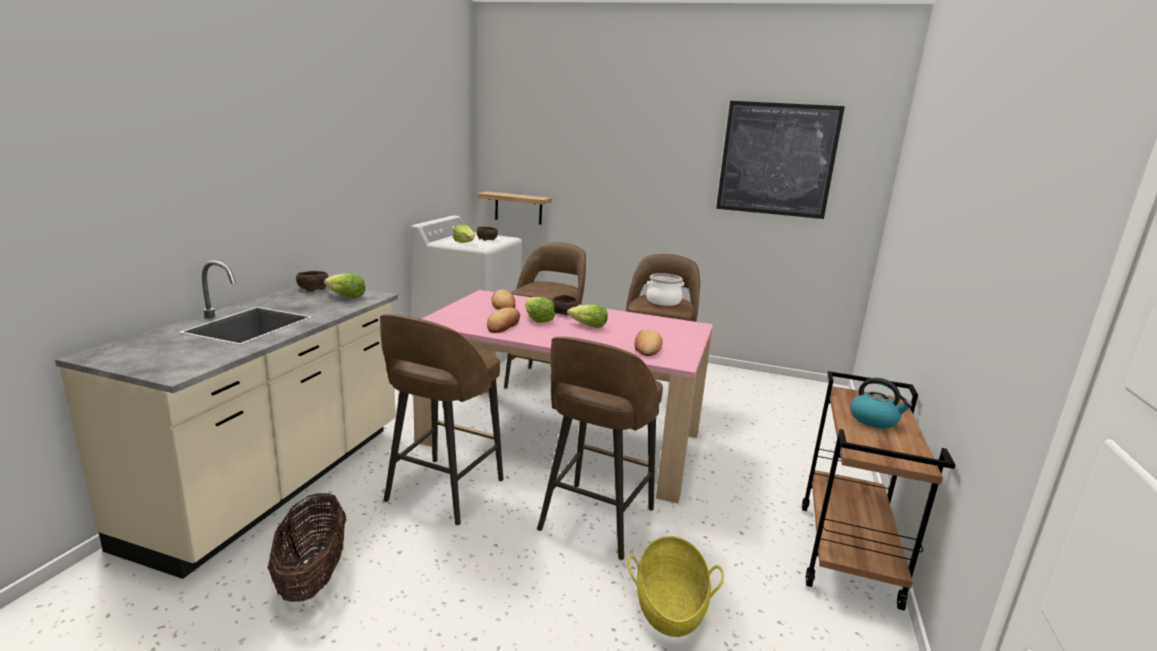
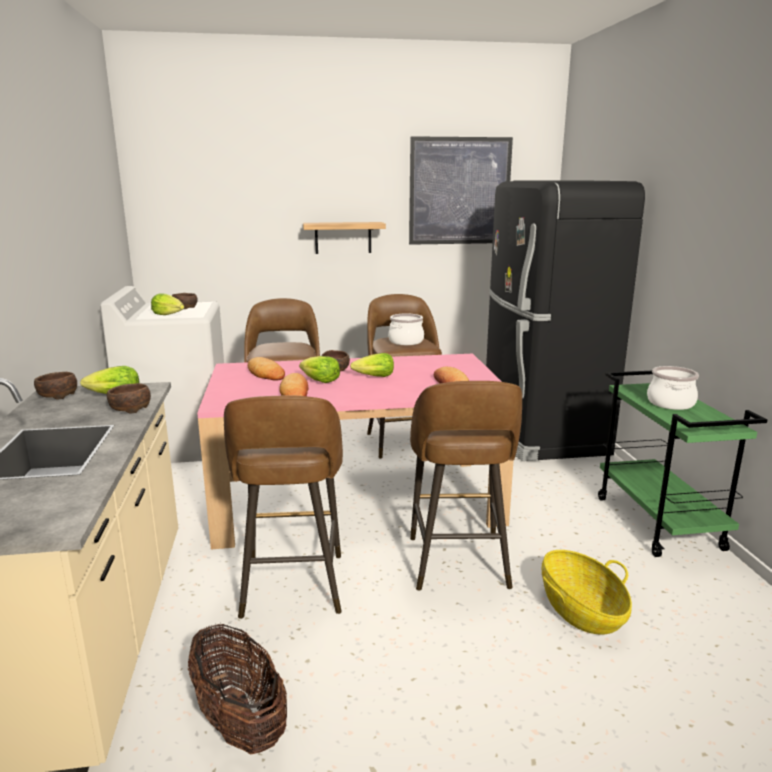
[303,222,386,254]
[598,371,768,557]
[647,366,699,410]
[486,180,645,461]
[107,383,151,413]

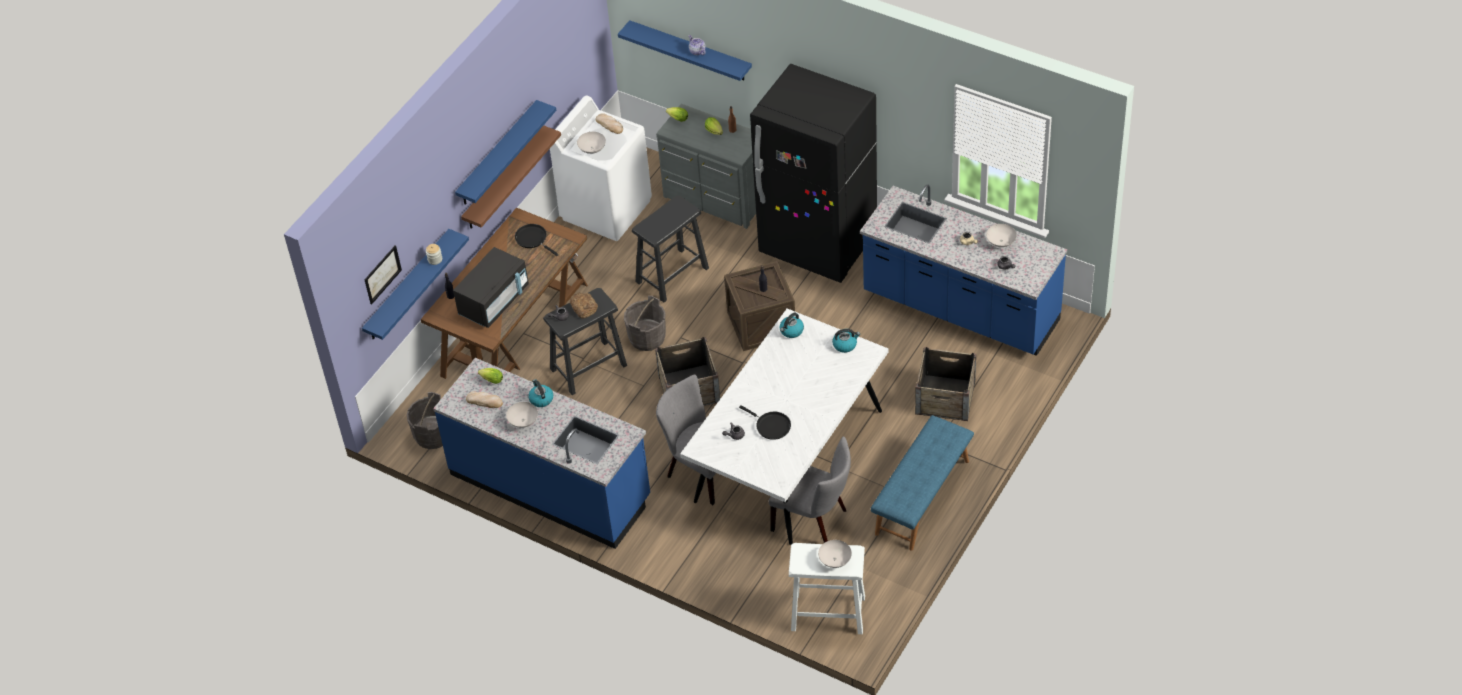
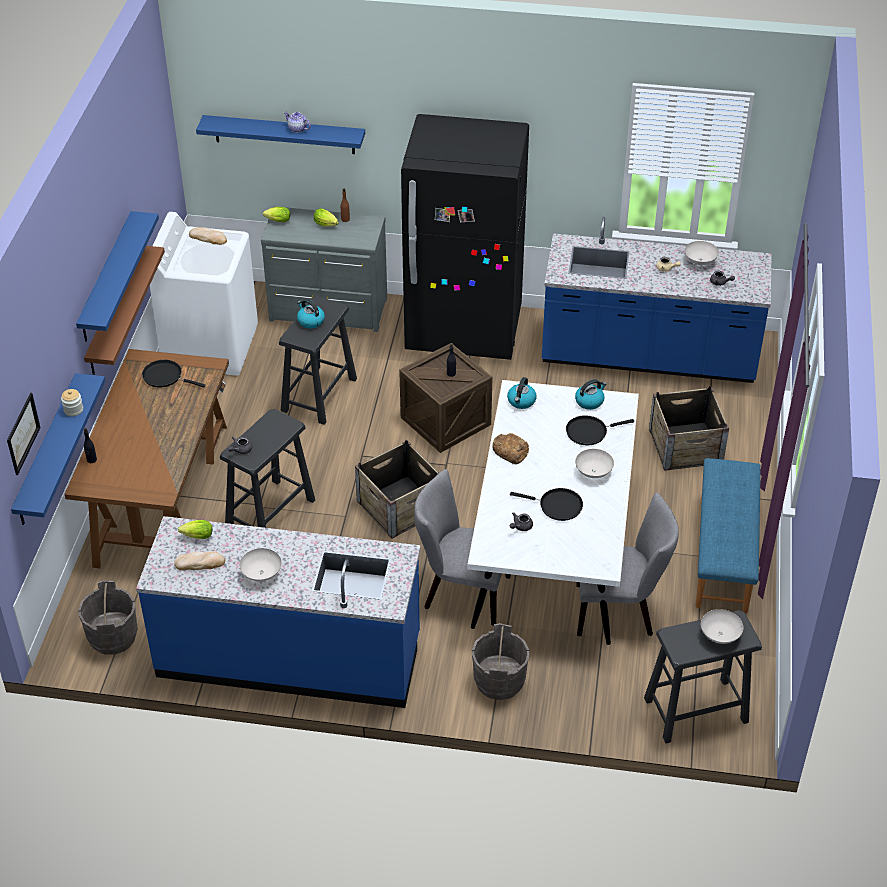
[575,449,614,478]
[453,247,529,328] (first image)
[492,433,529,464]
[472,623,529,700]
[297,299,325,328]
[644,610,762,744]
[566,415,634,445]

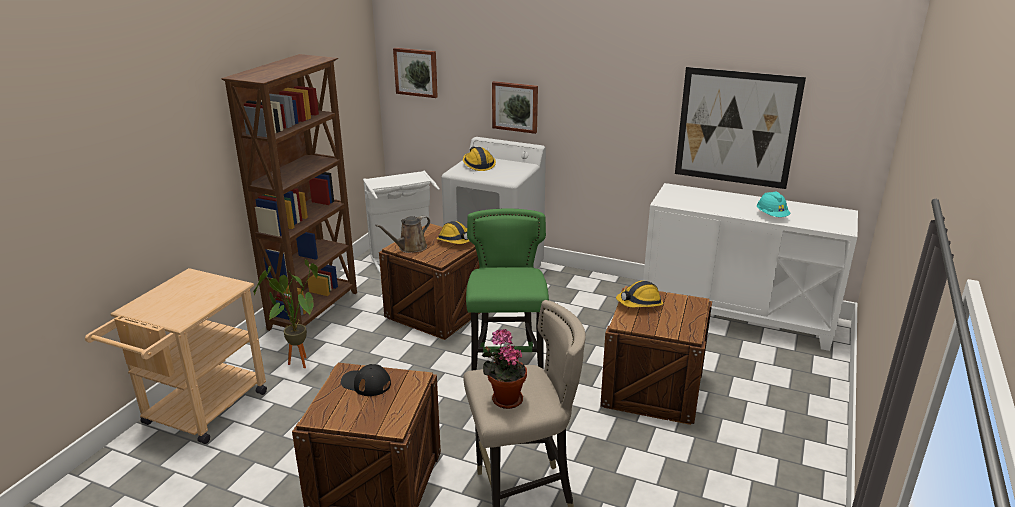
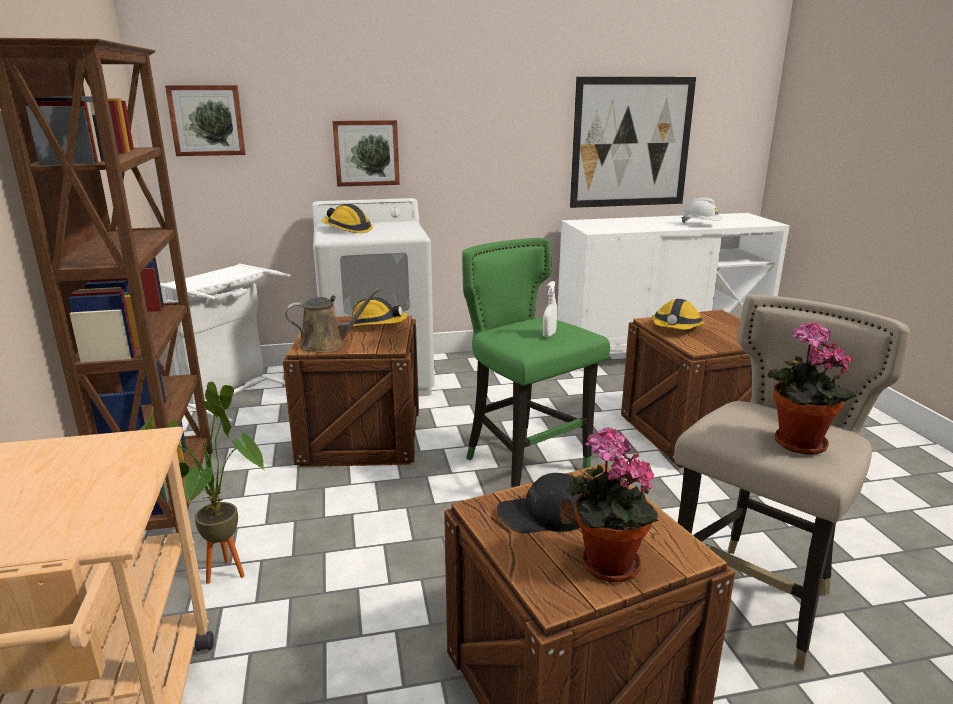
[681,197,723,223]
[285,288,381,353]
[543,281,557,337]
[566,427,658,582]

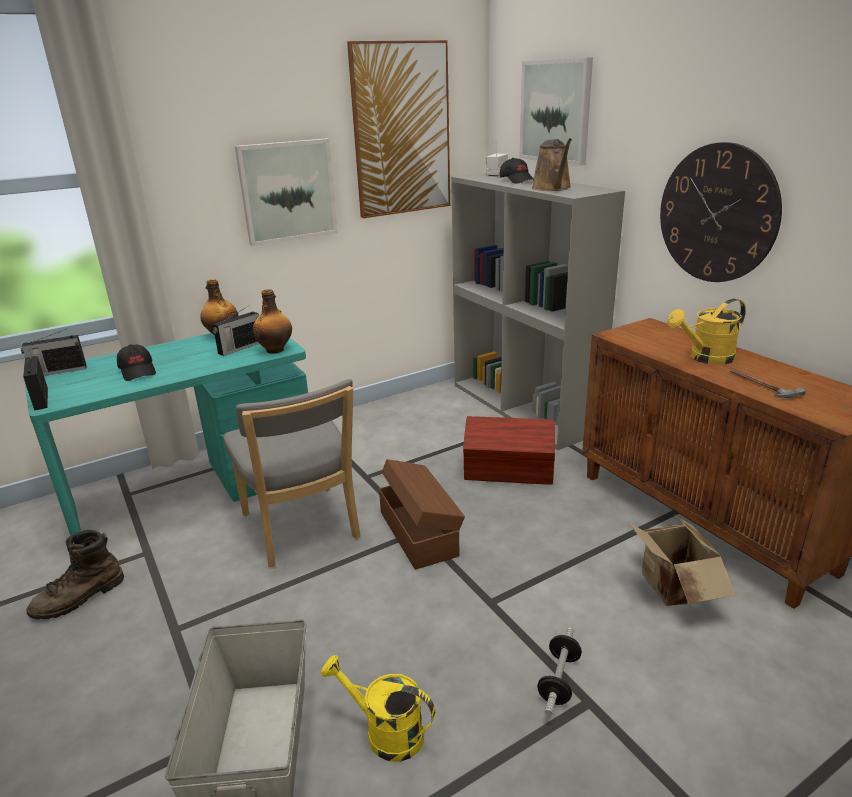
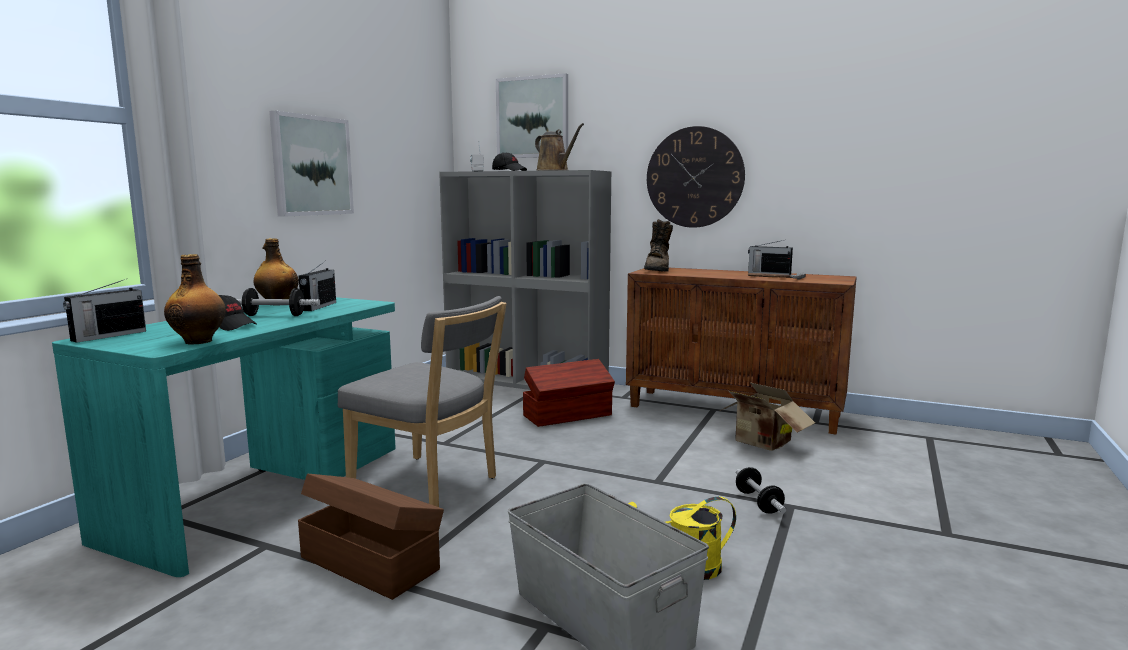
[347,40,450,218] (first image)
[164,254,226,345]
[667,299,746,365] (first image)
[748,240,793,275]
[298,474,444,600]
[644,219,673,272]
[237,288,320,316]

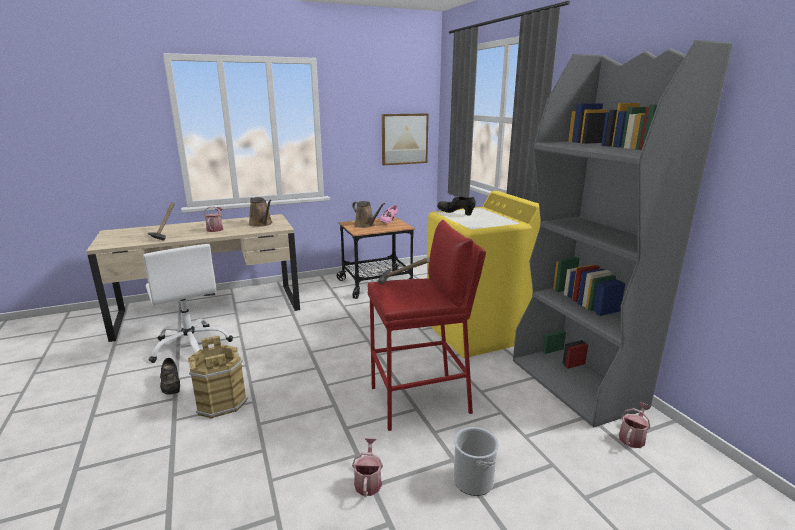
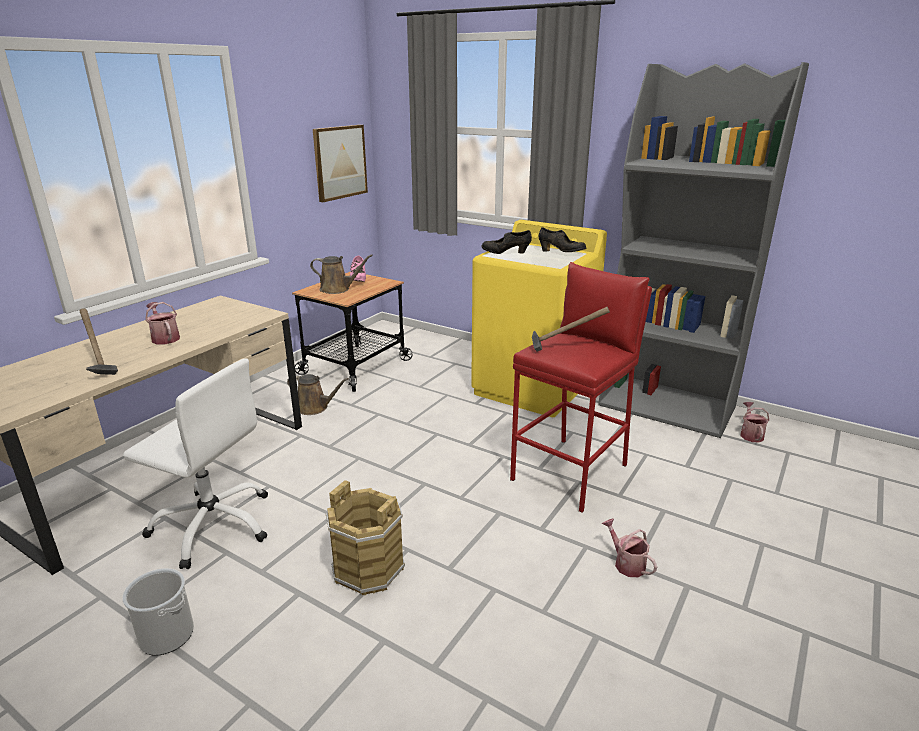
[287,374,349,415]
[539,227,586,252]
[122,568,194,656]

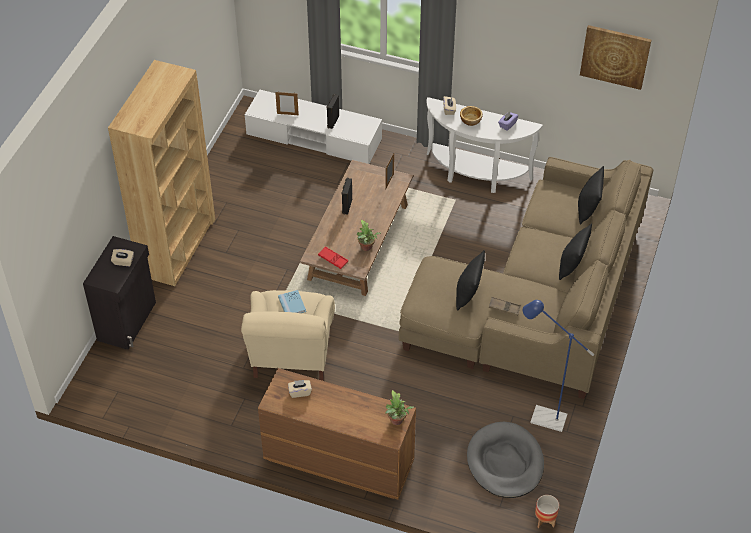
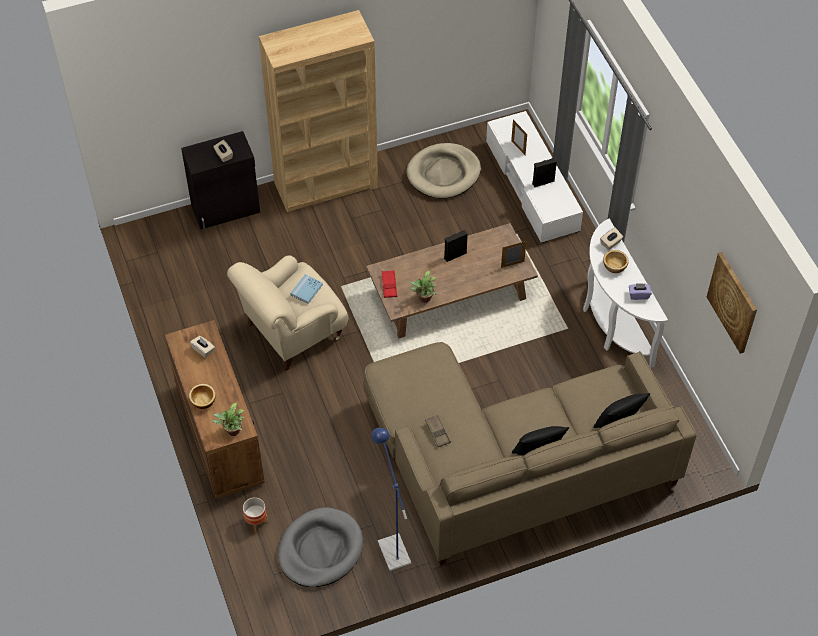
[456,250,485,311] (first image)
[243,497,268,532]
[407,143,481,199]
[189,384,216,409]

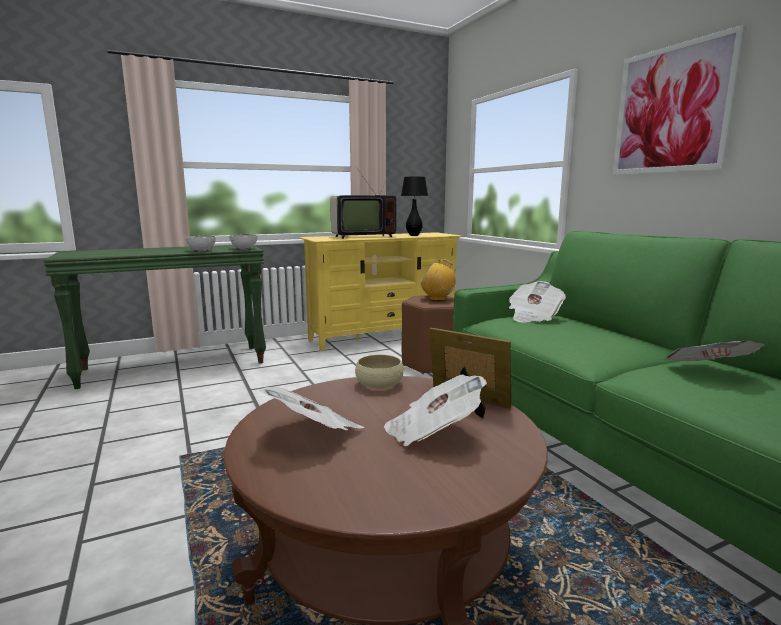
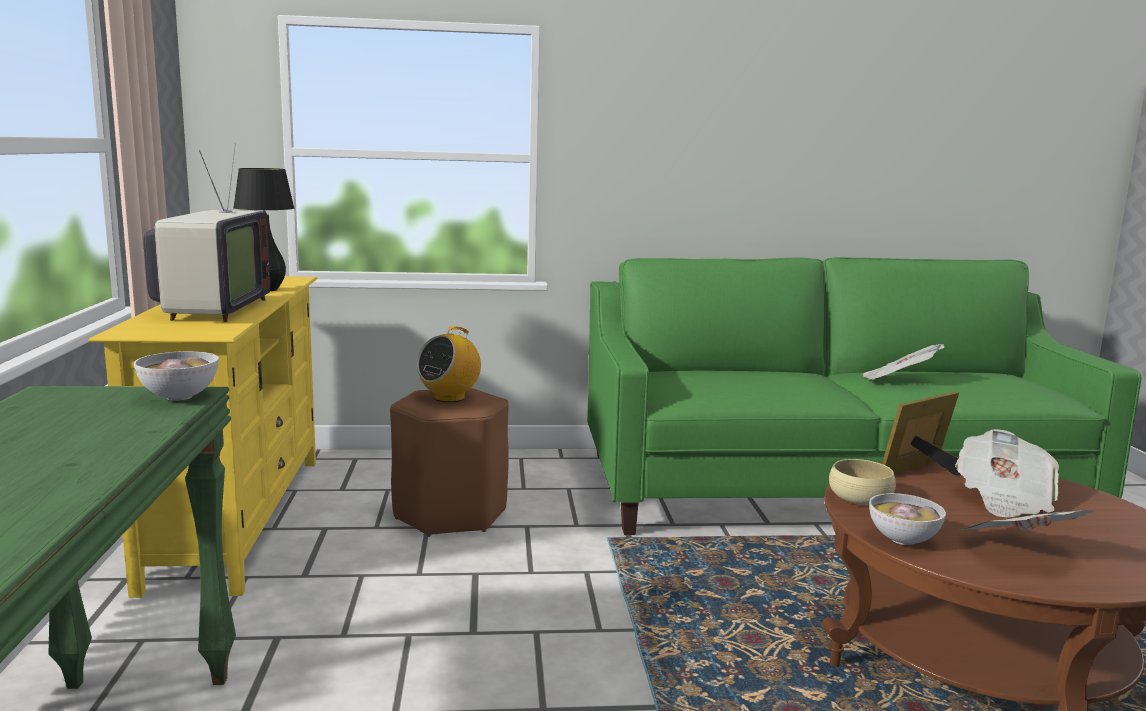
[613,24,746,175] (first image)
[869,493,946,545]
[509,281,566,322] (first image)

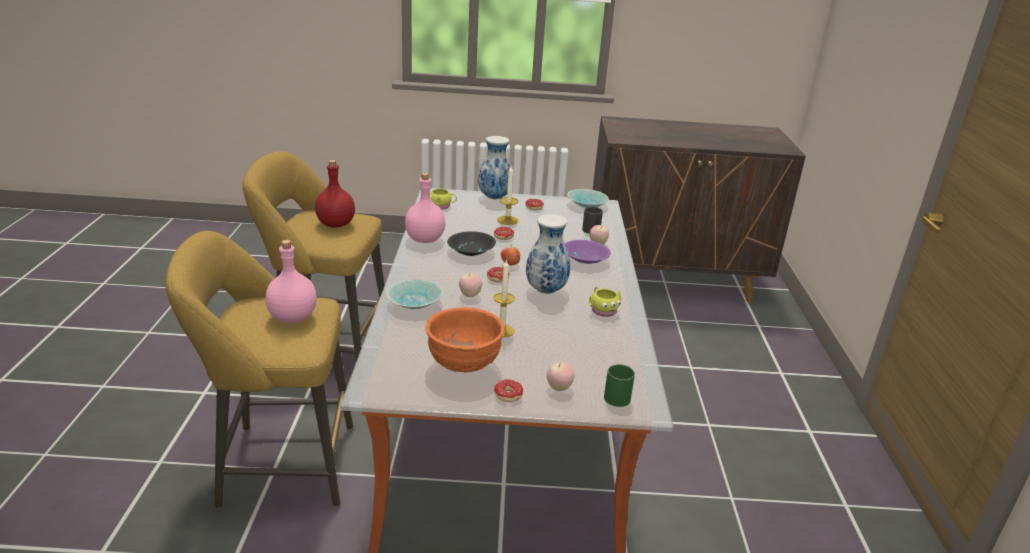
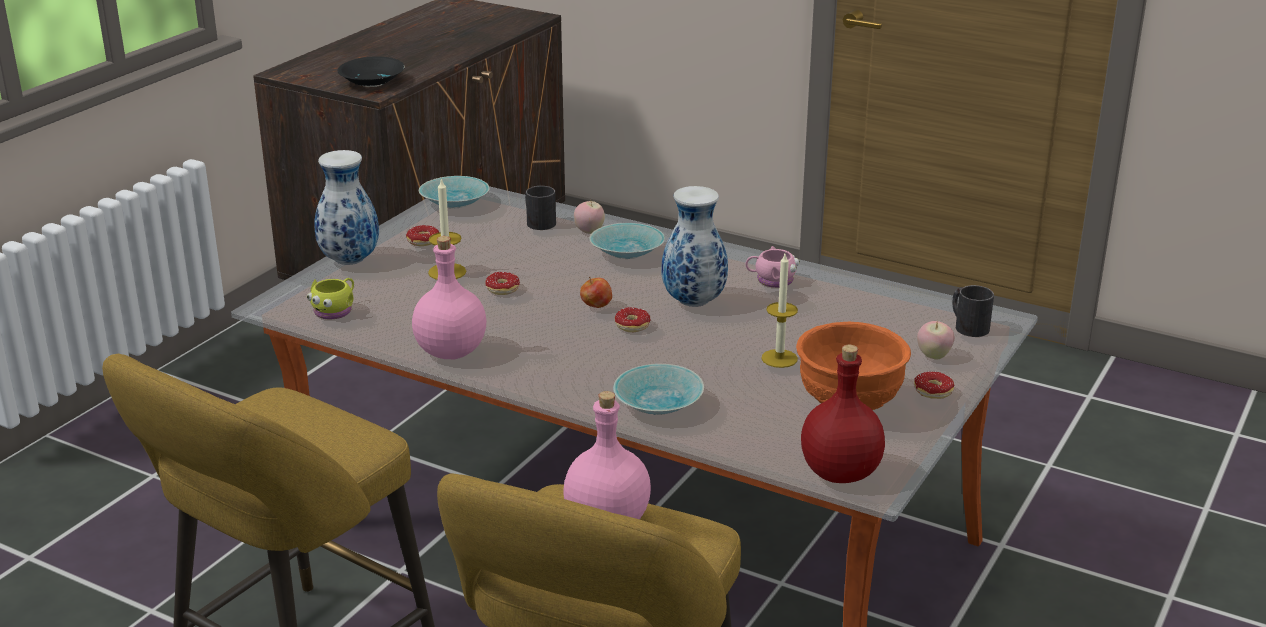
[801,345,885,483]
[338,56,405,87]
[589,223,665,259]
[459,272,482,297] (first image)
[745,246,800,288]
[952,285,994,337]

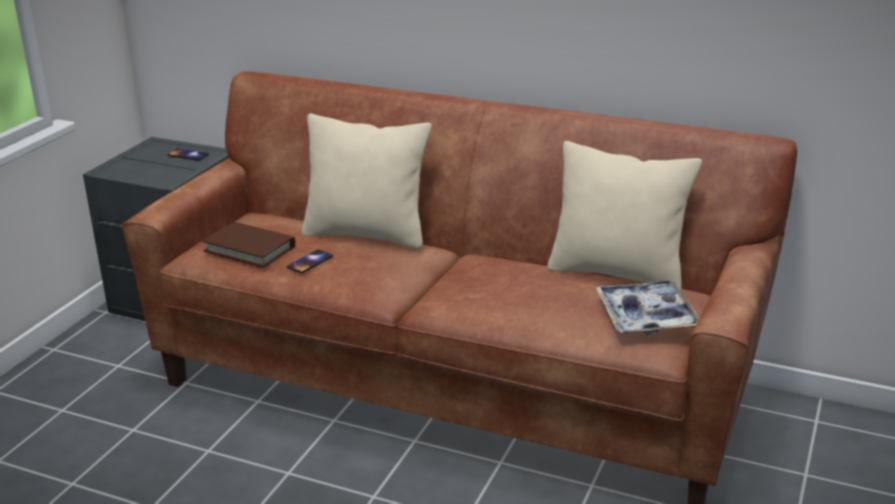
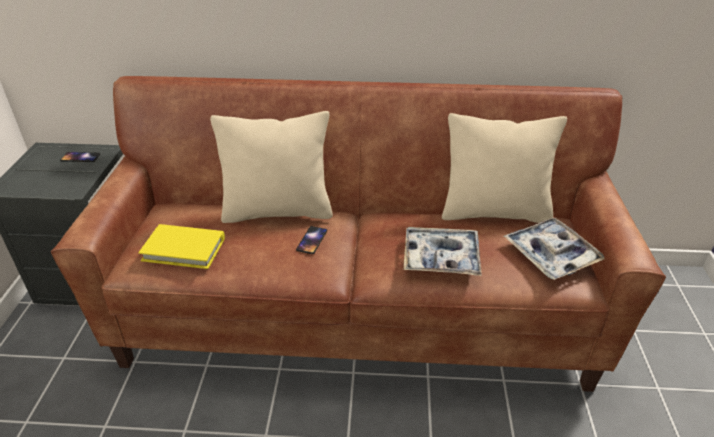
[138,224,225,269]
[296,226,327,254]
[403,227,481,276]

